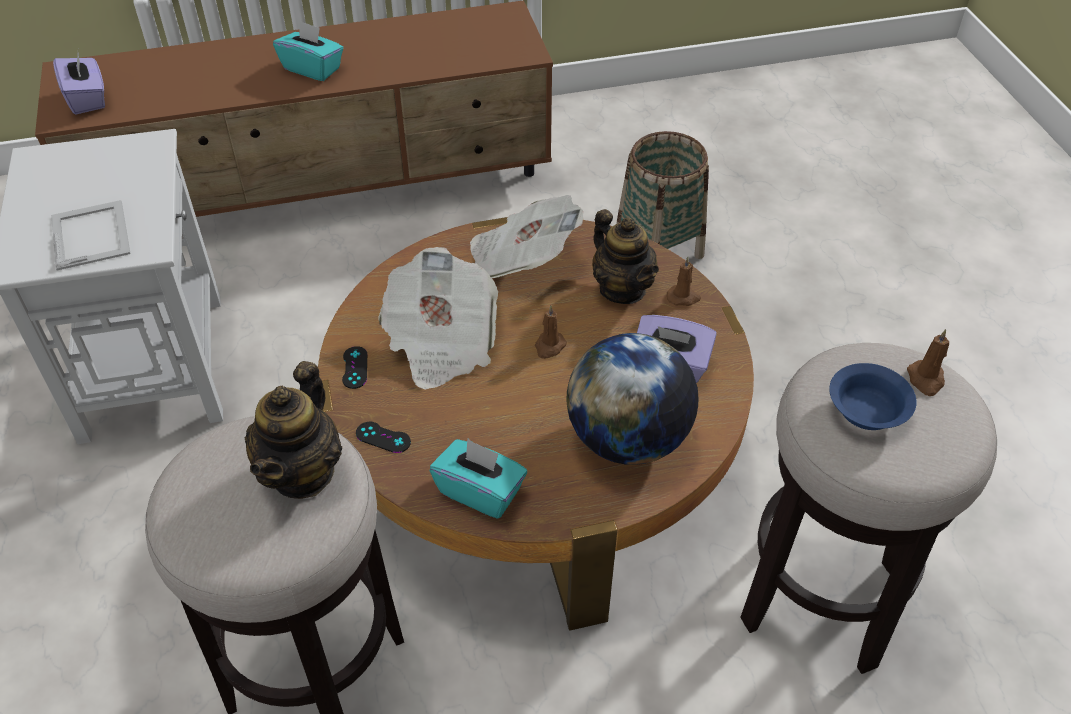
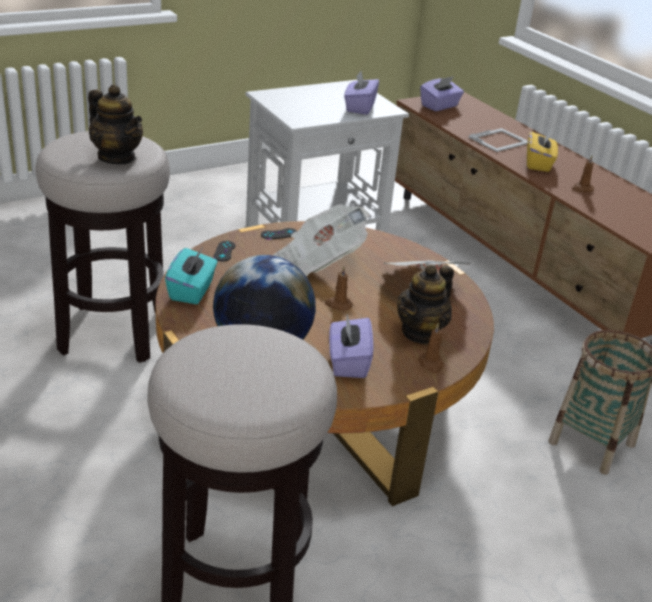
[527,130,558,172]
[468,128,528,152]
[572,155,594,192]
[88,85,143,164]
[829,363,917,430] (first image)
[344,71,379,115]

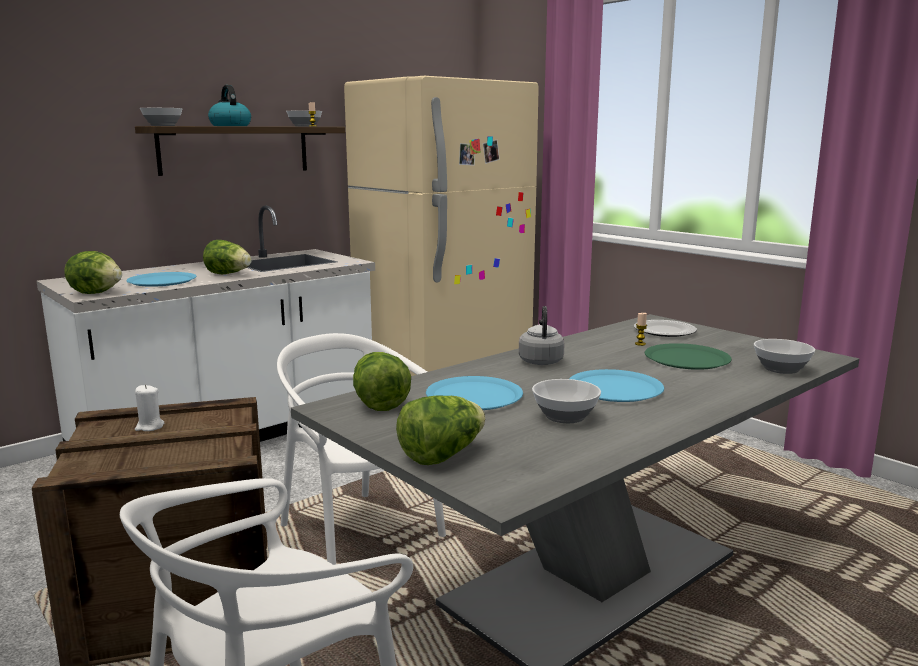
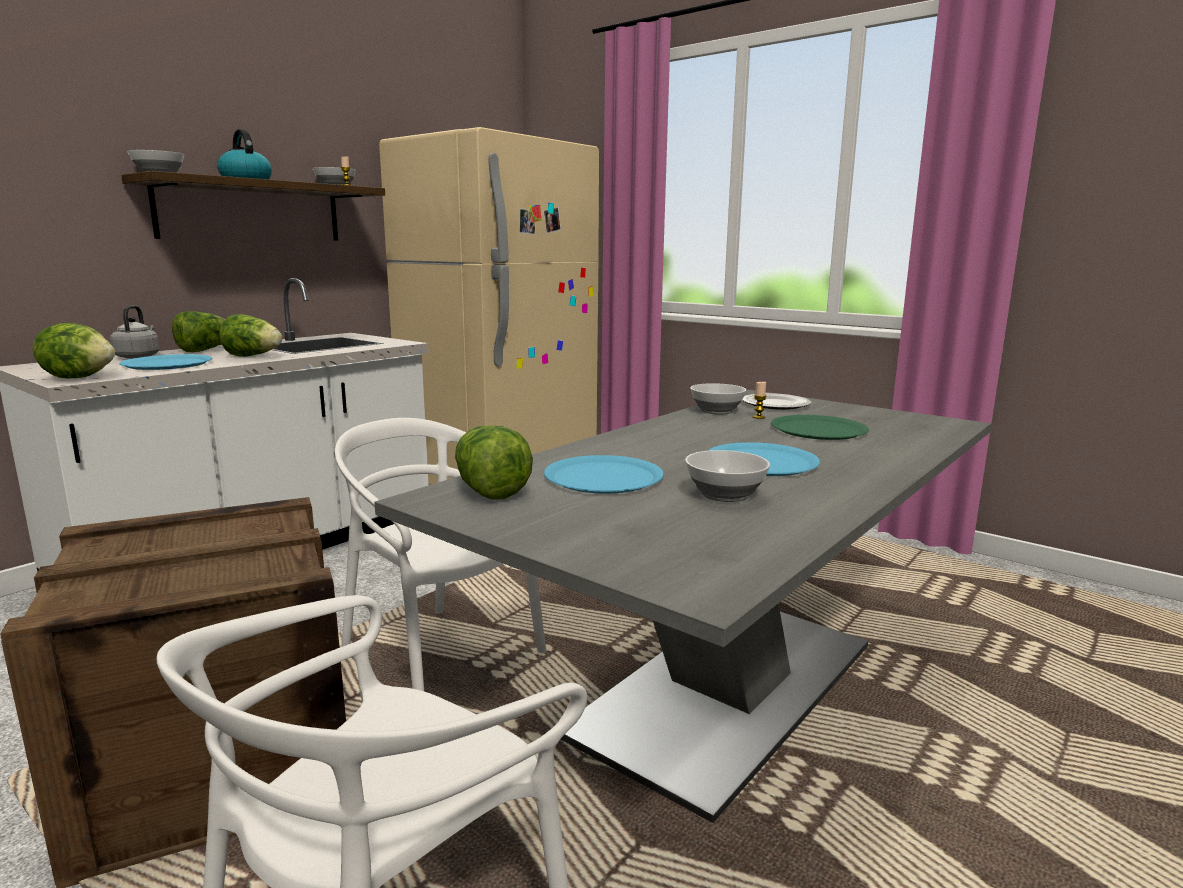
[110,305,160,359]
[690,383,746,415]
[135,385,164,431] (first image)
[172,311,225,352]

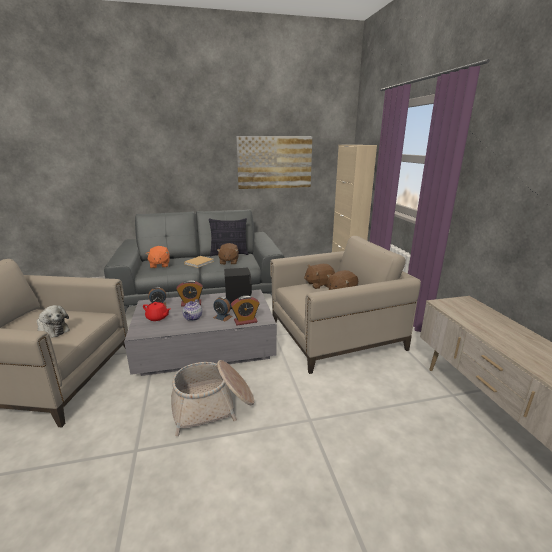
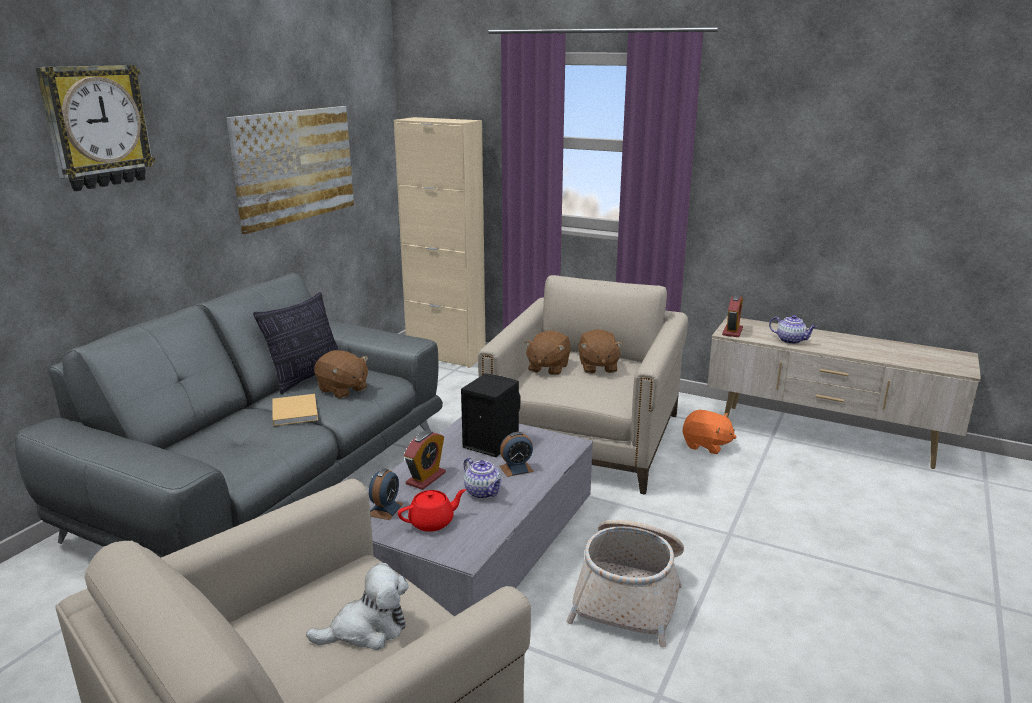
[683,410,737,454]
[722,294,743,337]
[35,65,155,191]
[769,315,817,344]

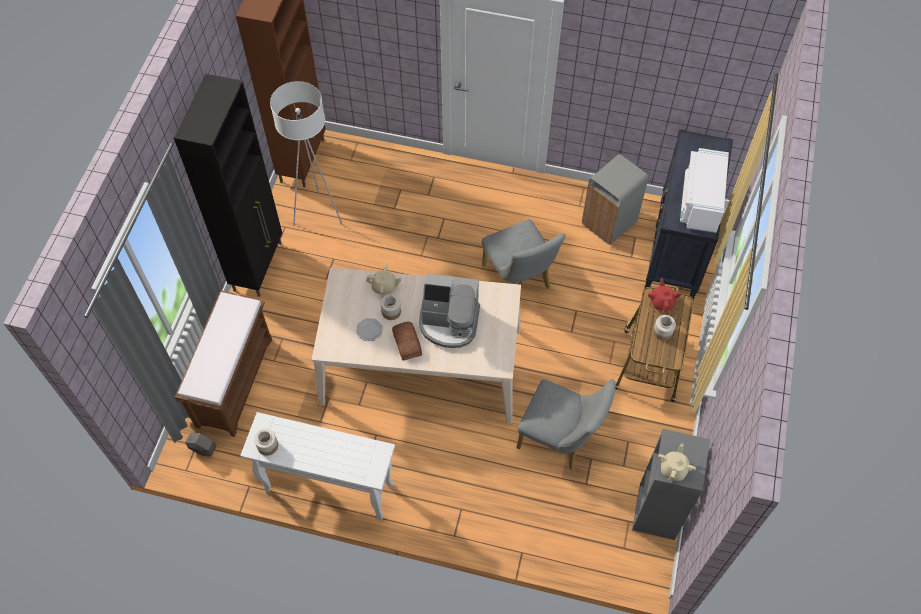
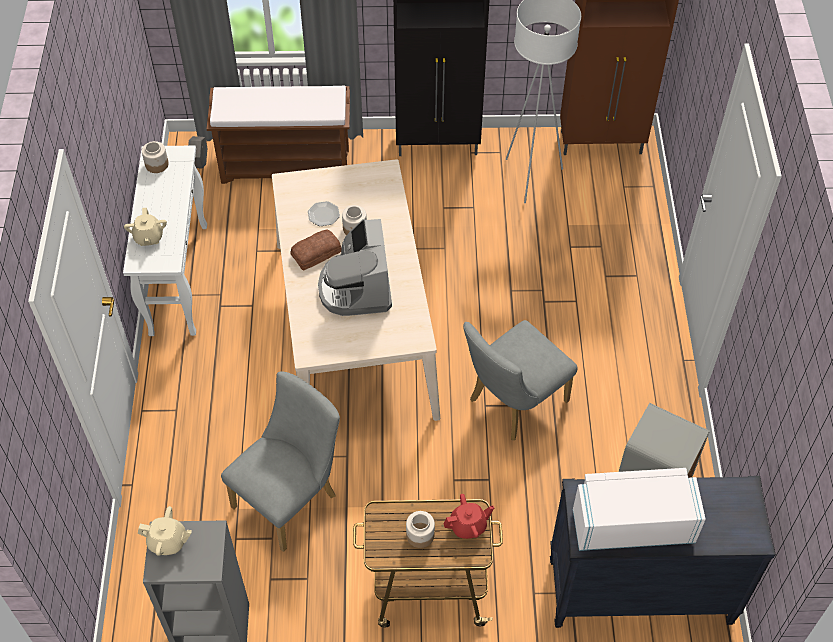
[124,208,167,246]
[221,371,340,552]

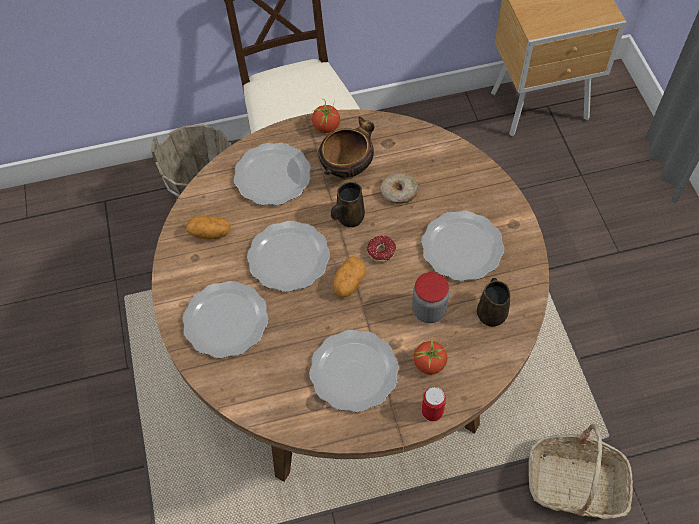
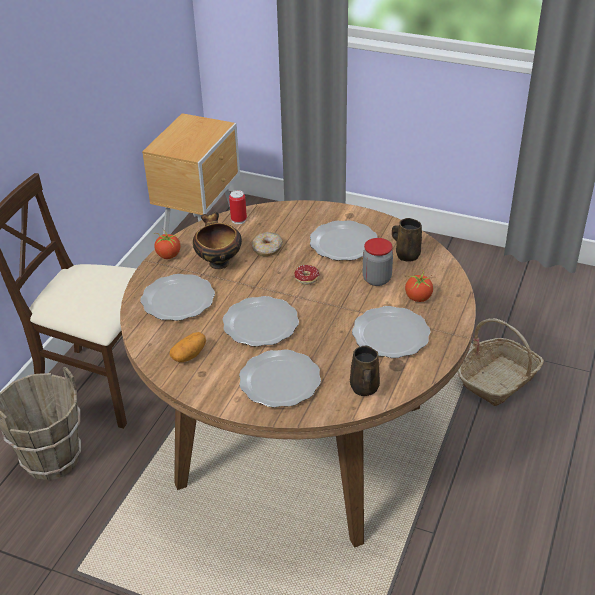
[350,346,380,396]
[333,256,366,297] (first image)
[229,190,247,224]

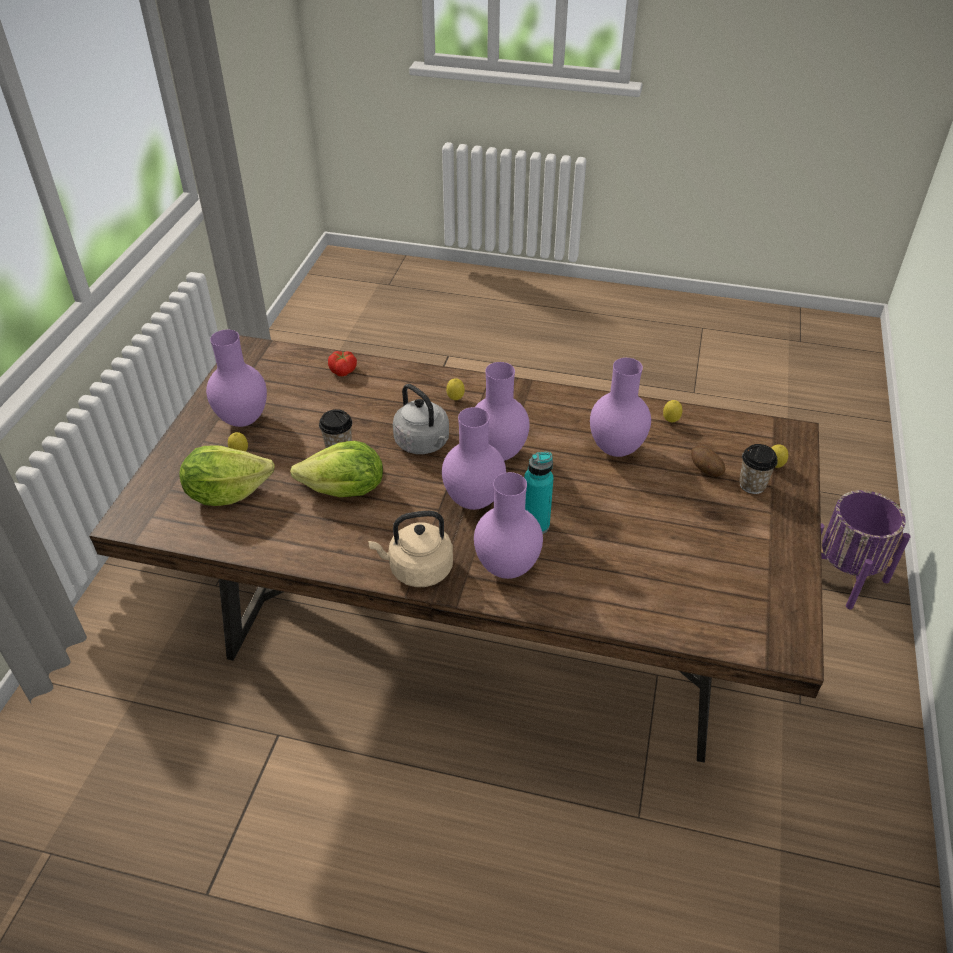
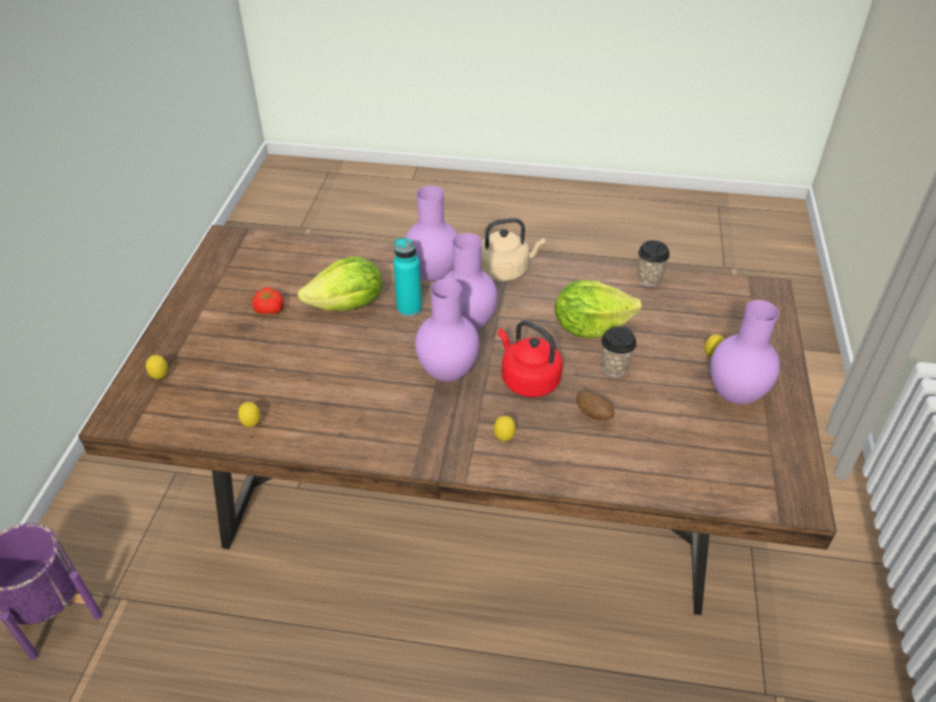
[252,287,284,314]
[590,358,651,457] (first image)
[498,320,563,397]
[637,240,670,286]
[297,257,383,311]
[577,390,614,420]

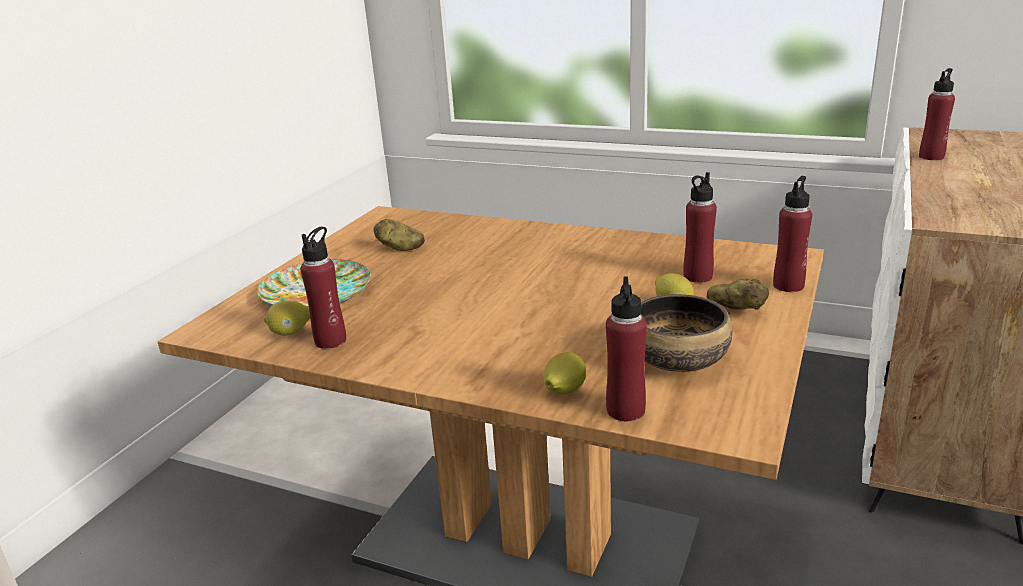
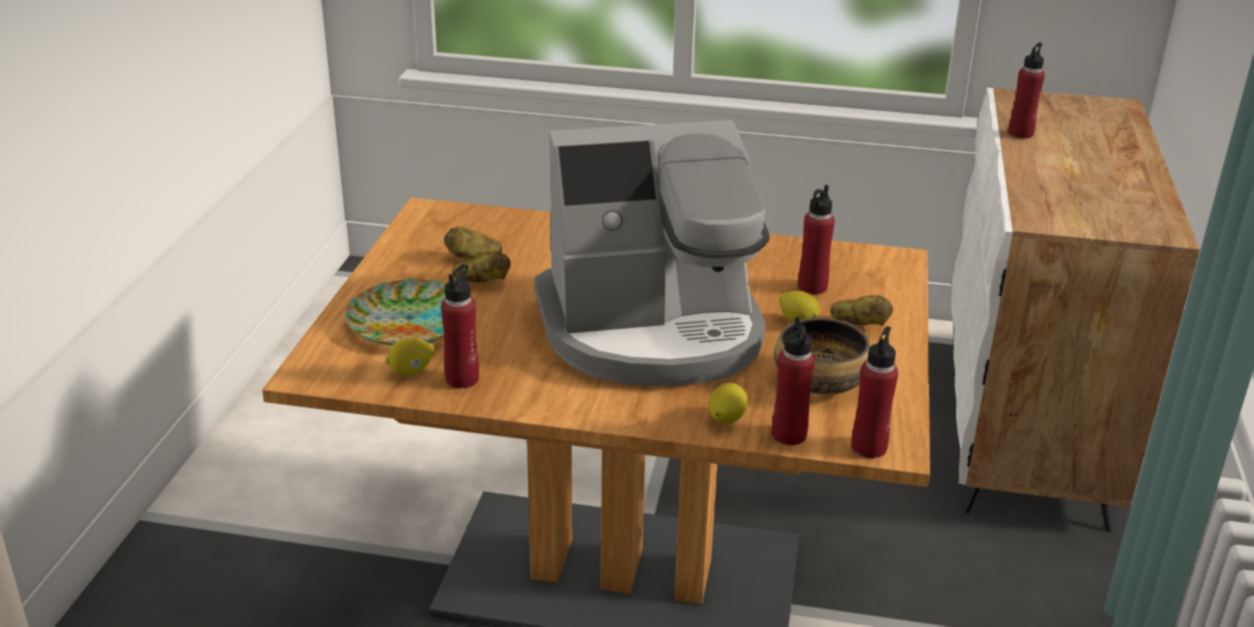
[851,326,898,458]
[534,120,770,387]
[452,251,511,283]

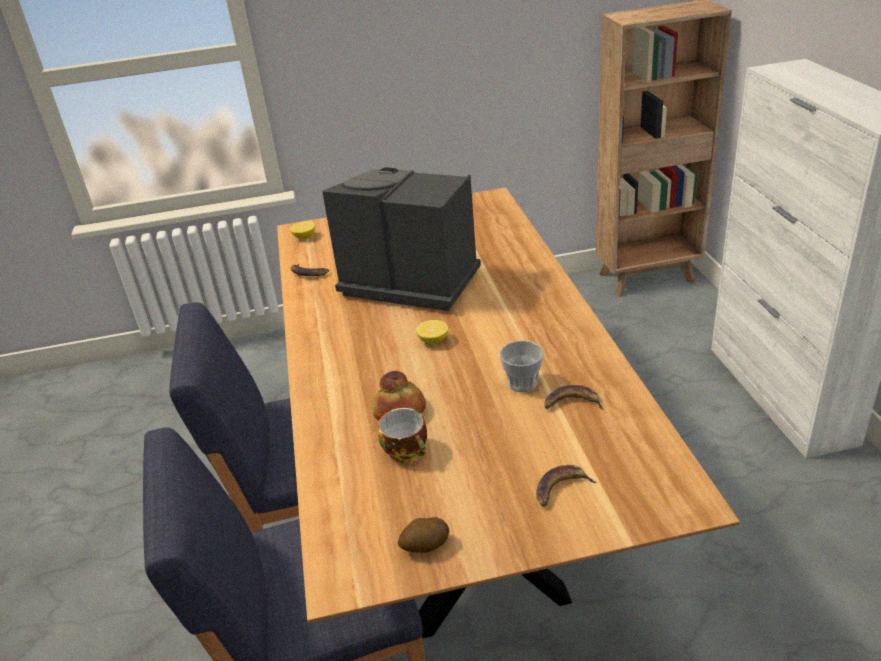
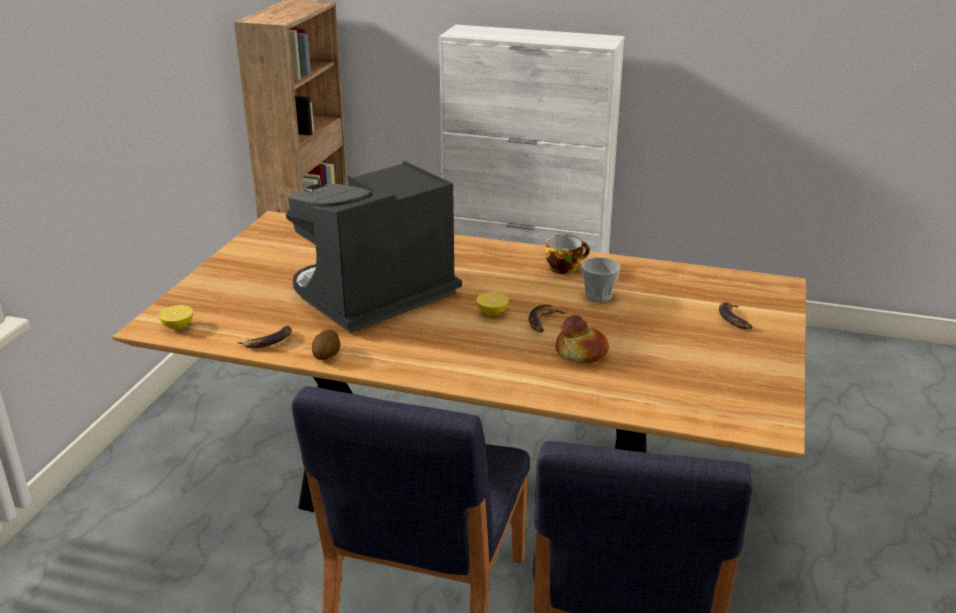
[529,304,567,332]
[545,235,590,274]
[312,330,340,360]

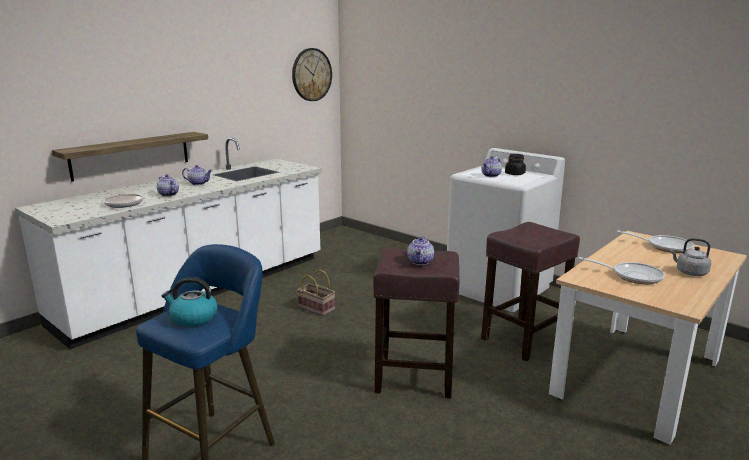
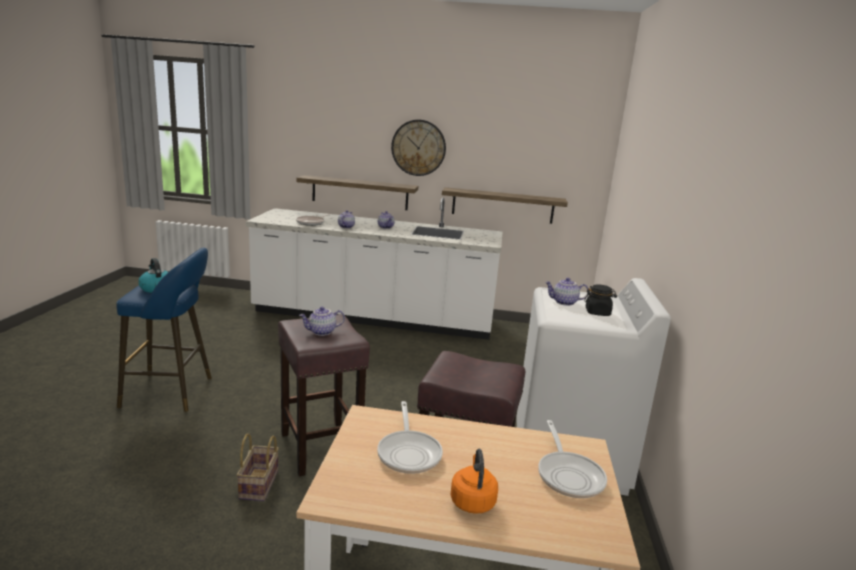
[391,120,446,176]
[450,449,498,514]
[237,433,279,501]
[442,187,568,224]

